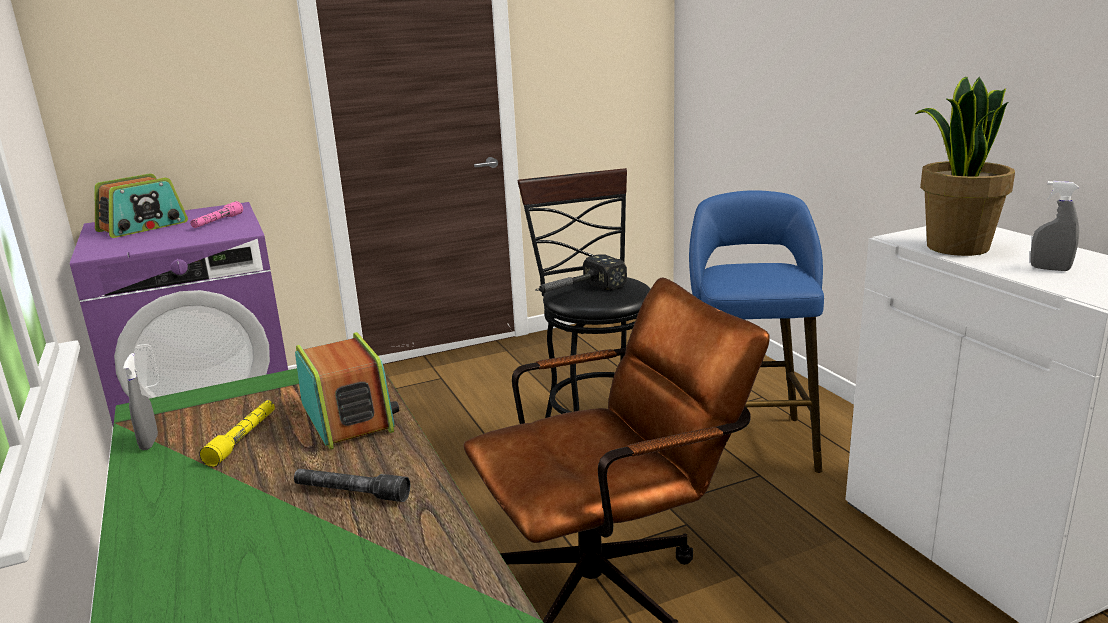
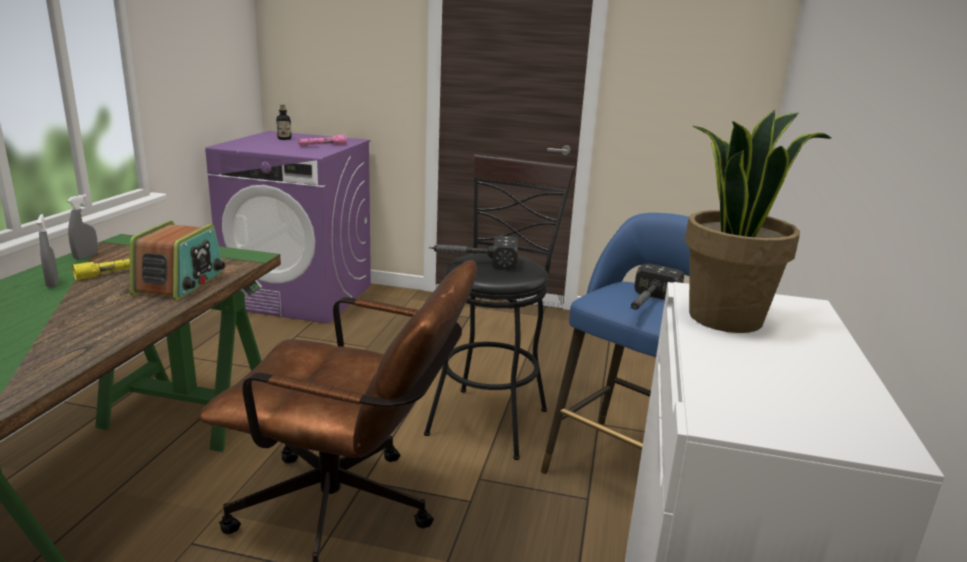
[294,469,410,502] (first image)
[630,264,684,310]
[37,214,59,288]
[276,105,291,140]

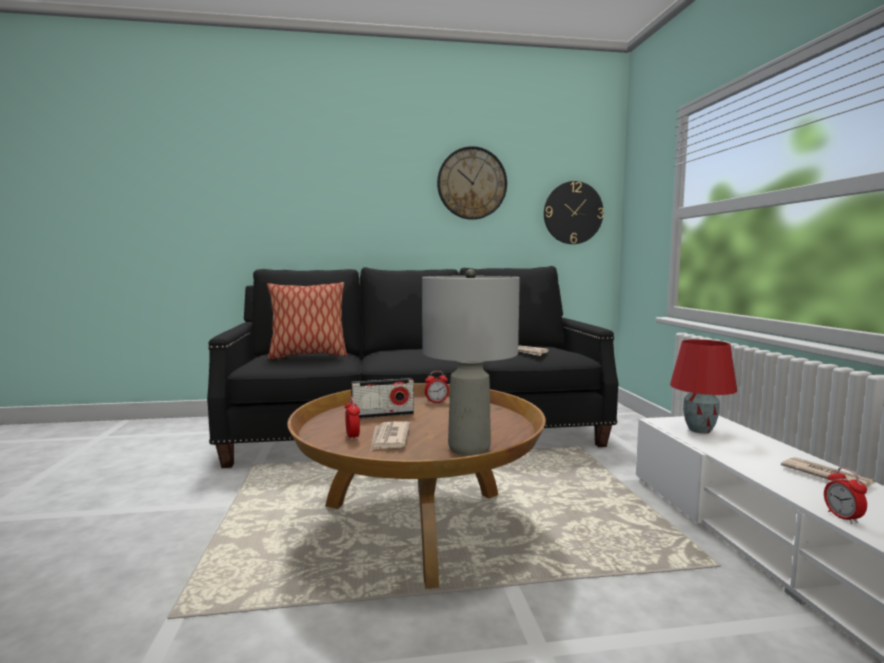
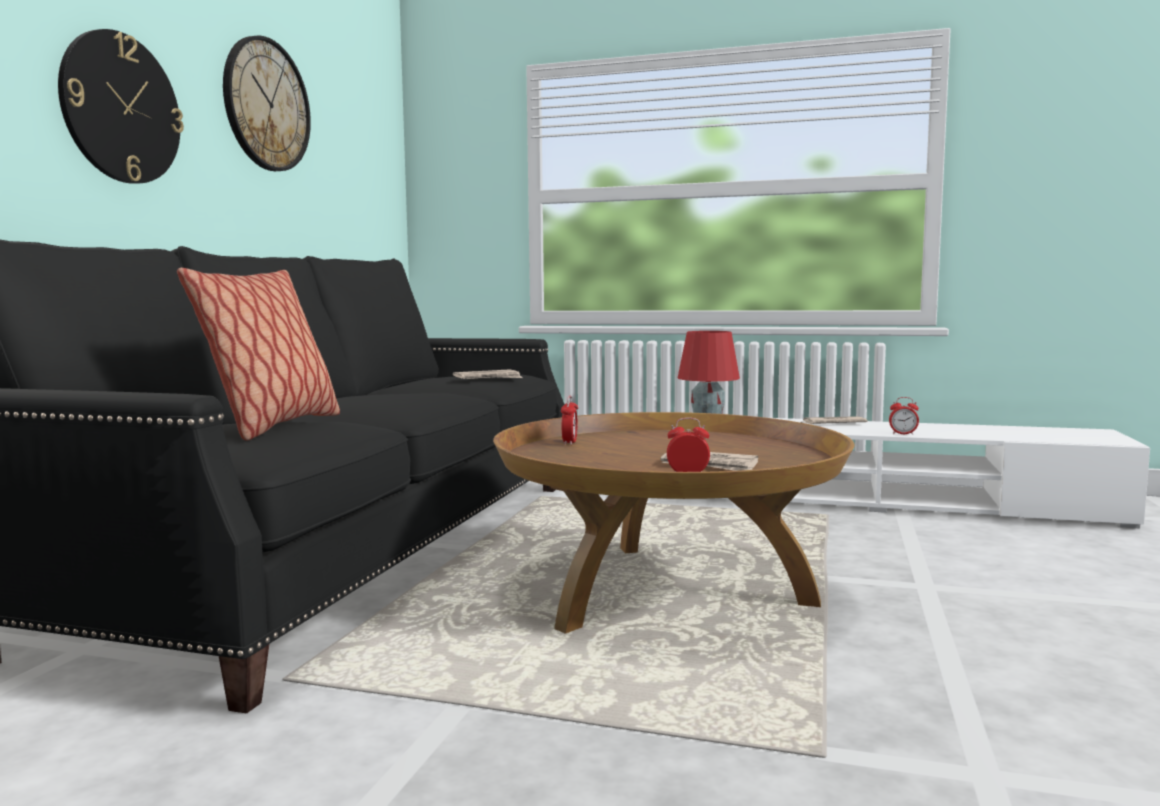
[351,378,414,419] (first image)
[422,269,520,456] (first image)
[58,29,184,184]

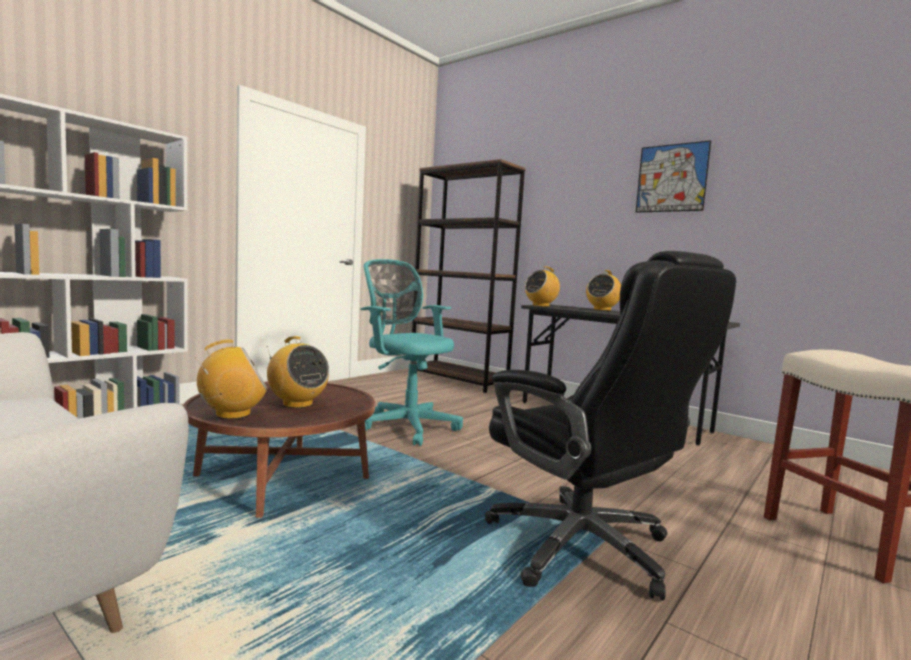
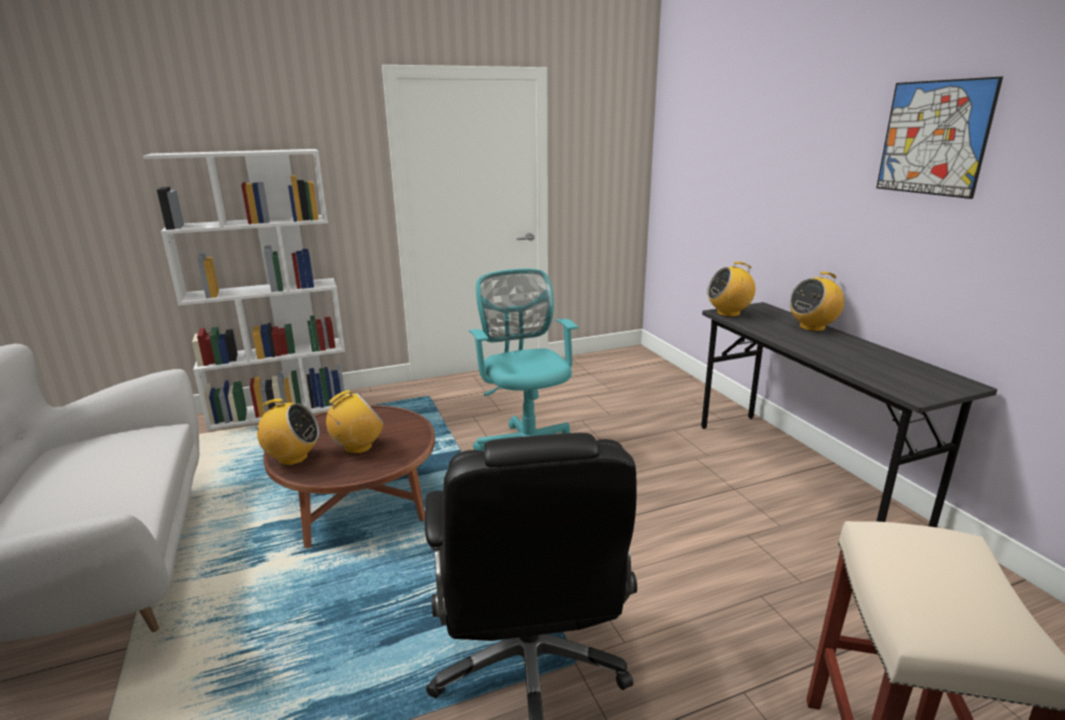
[412,159,526,393] (first image)
[326,390,384,454]

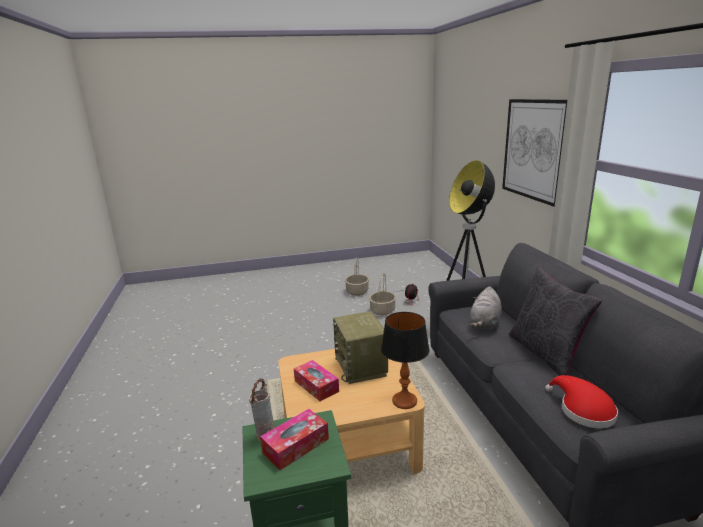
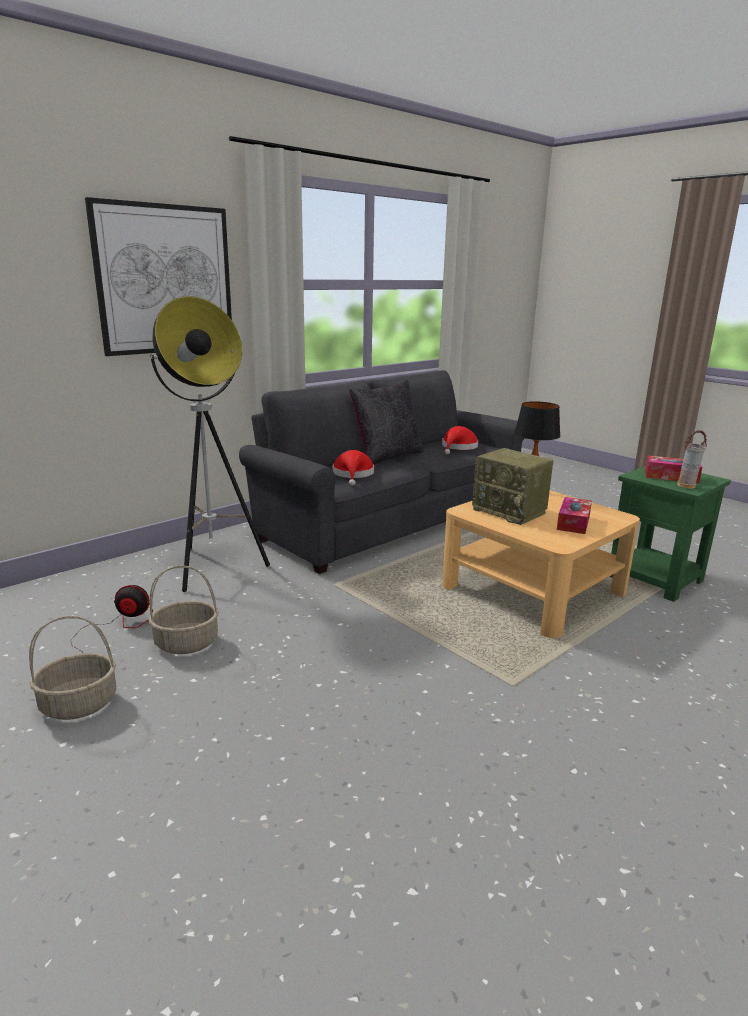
[333,450,374,486]
[472,448,553,525]

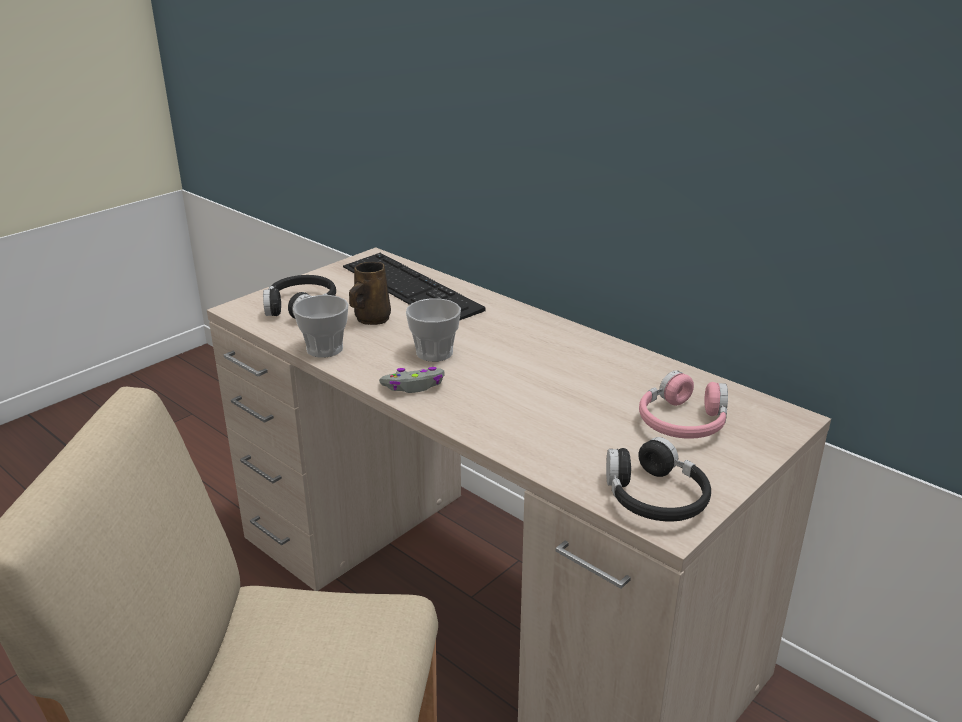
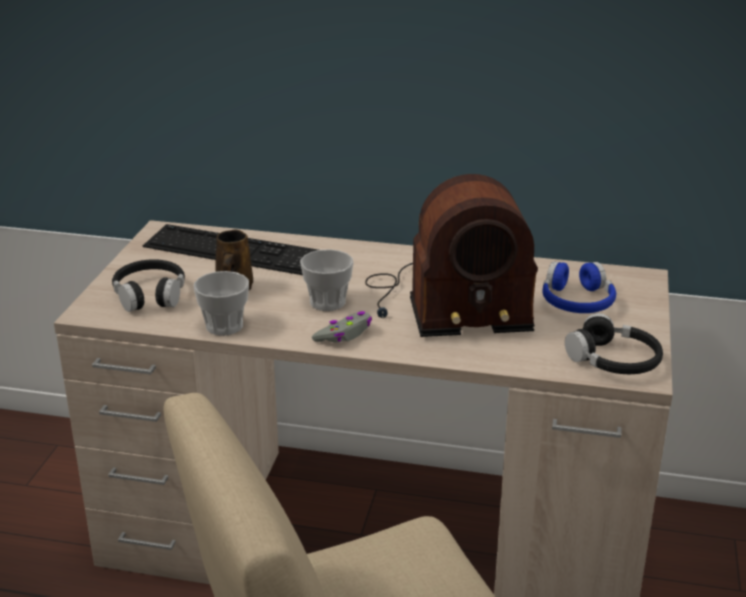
[365,174,538,337]
[542,261,616,313]

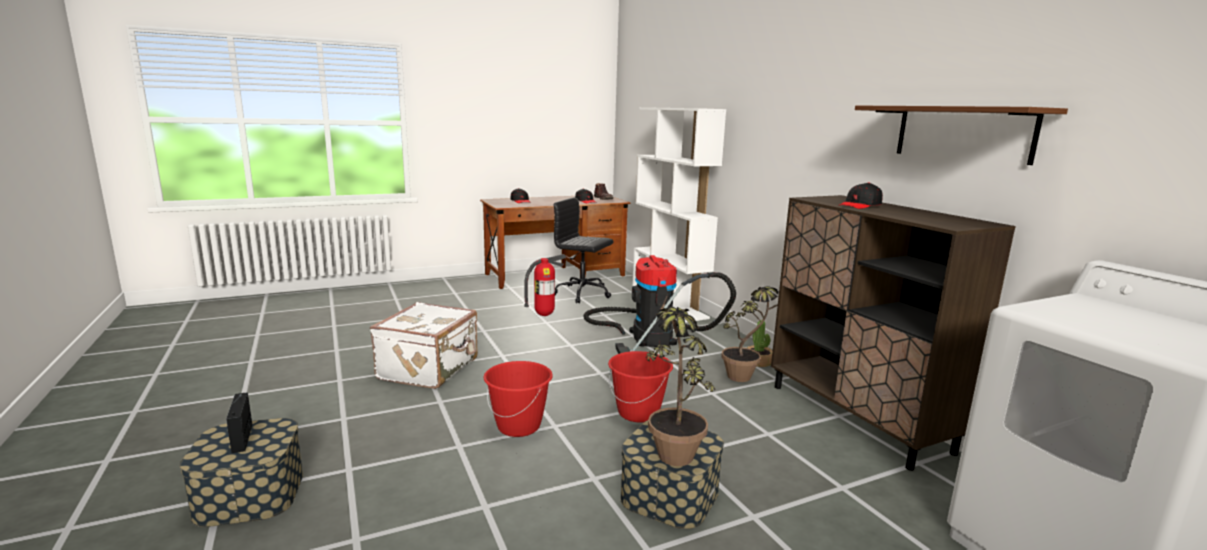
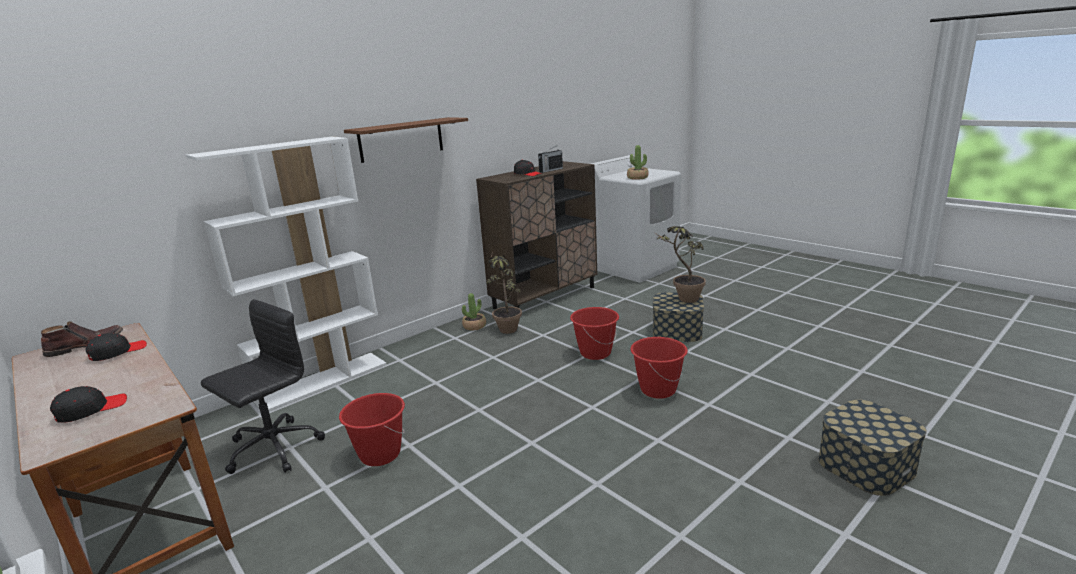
[370,302,478,389] (first image)
[584,255,736,354] (first image)
[627,145,649,180]
[538,146,563,173]
[344,117,468,163]
[339,393,405,466]
[201,299,325,474]

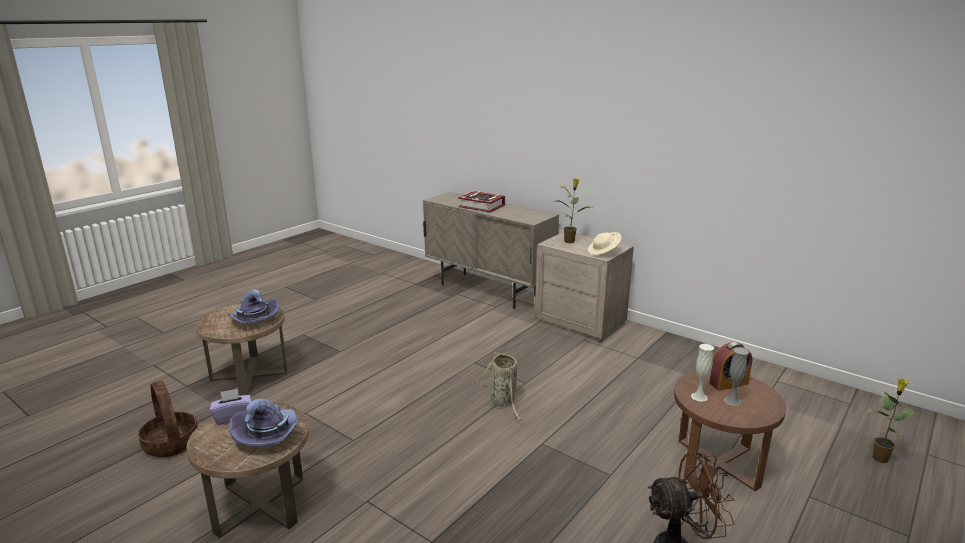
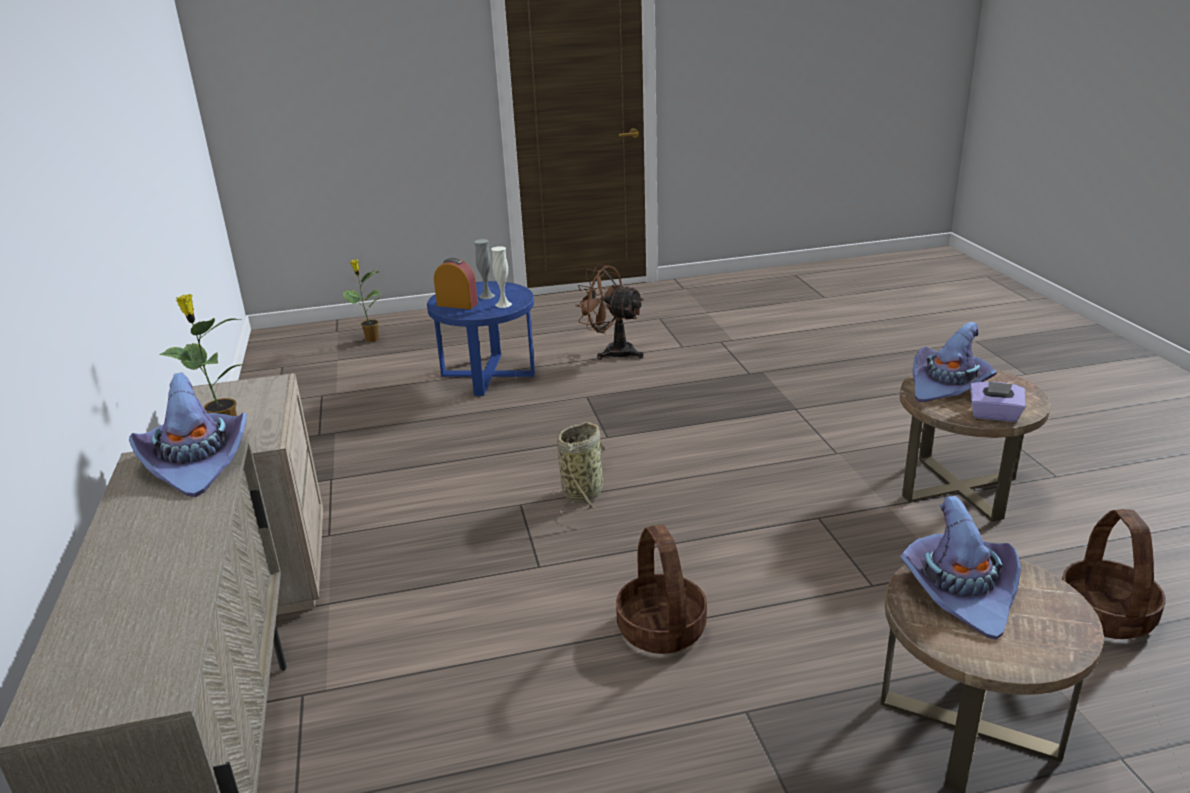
[458,191,505,213] (first image)
[588,232,622,255] (first image)
[129,372,247,497]
[616,524,707,654]
[427,281,535,396]

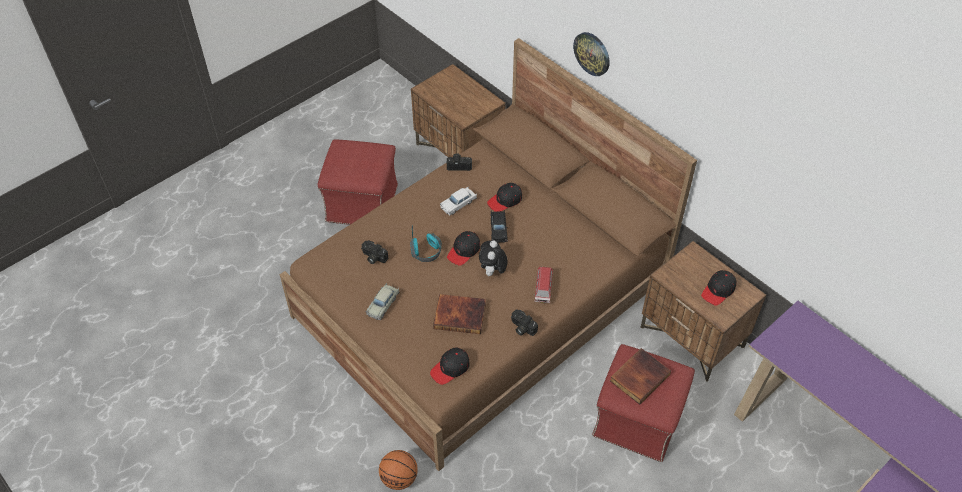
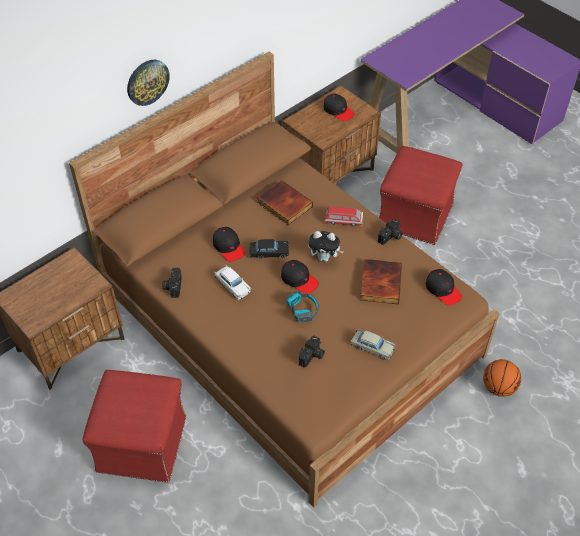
[257,180,313,225]

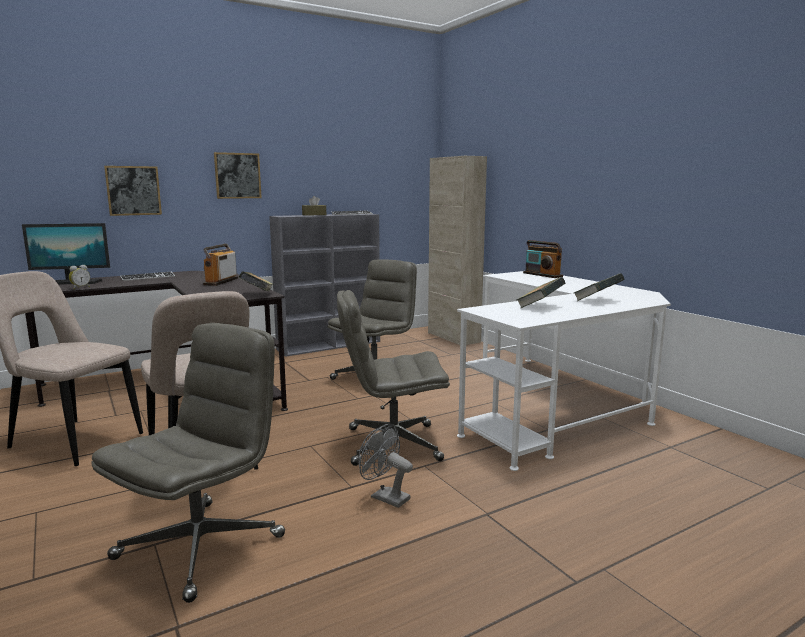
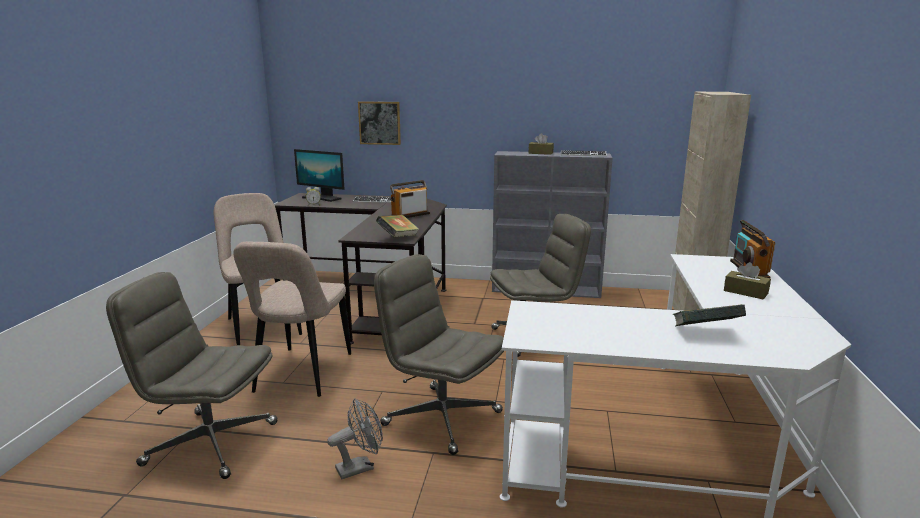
[214,152,262,199] (first image)
[516,277,566,308] (first image)
[724,262,771,299]
[106,272,278,479]
[327,398,383,479]

